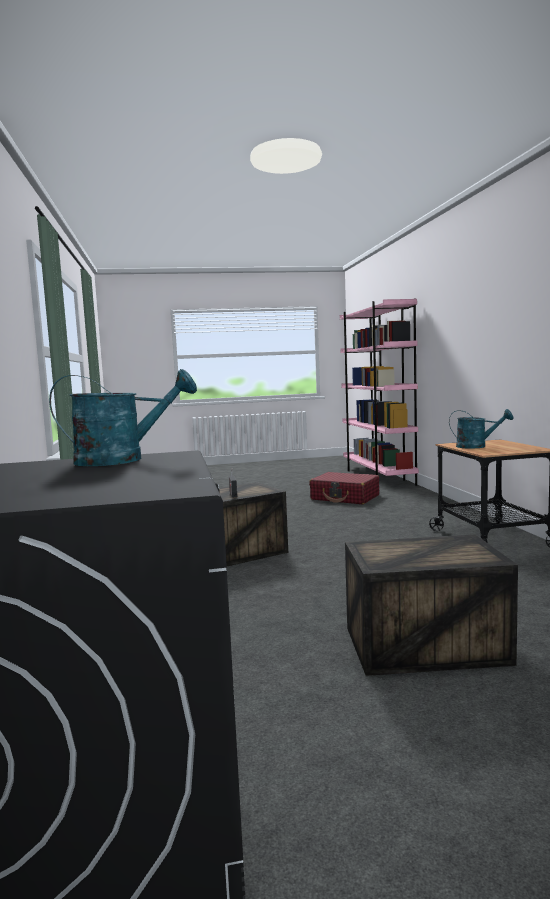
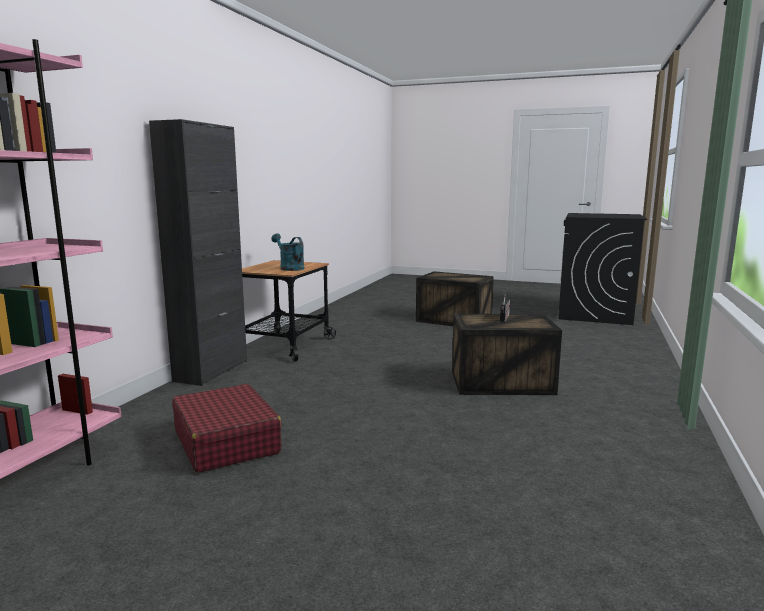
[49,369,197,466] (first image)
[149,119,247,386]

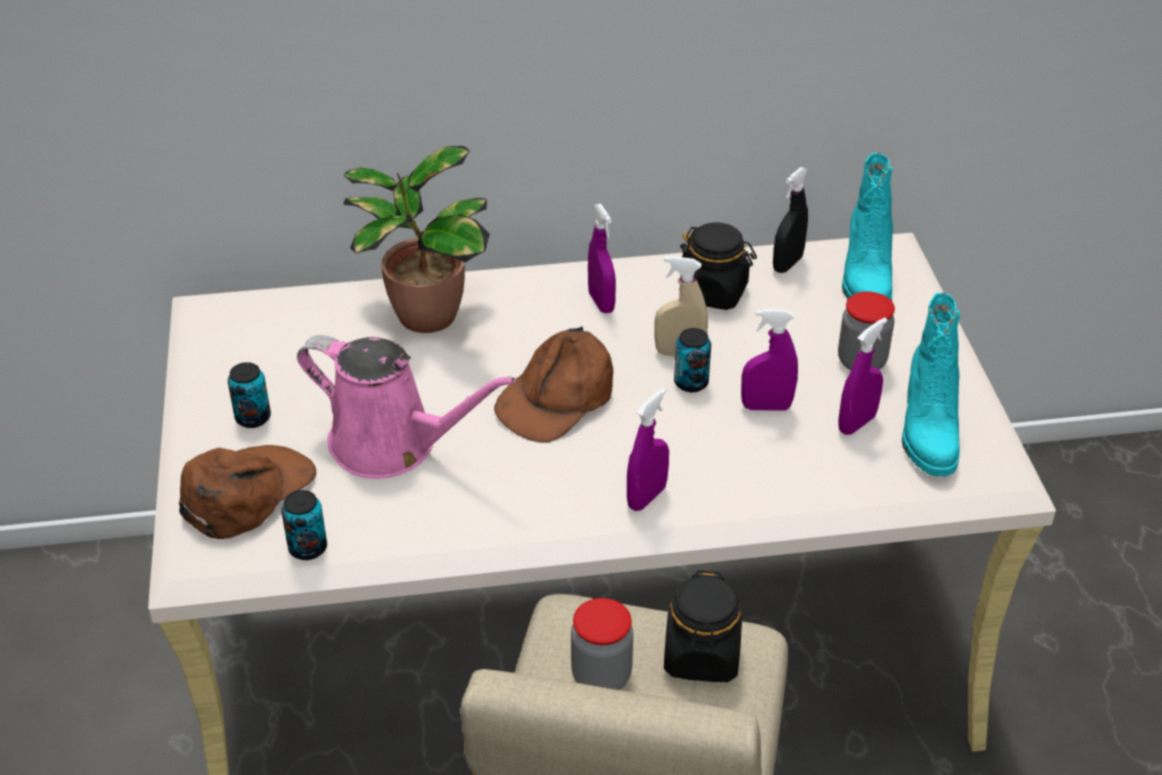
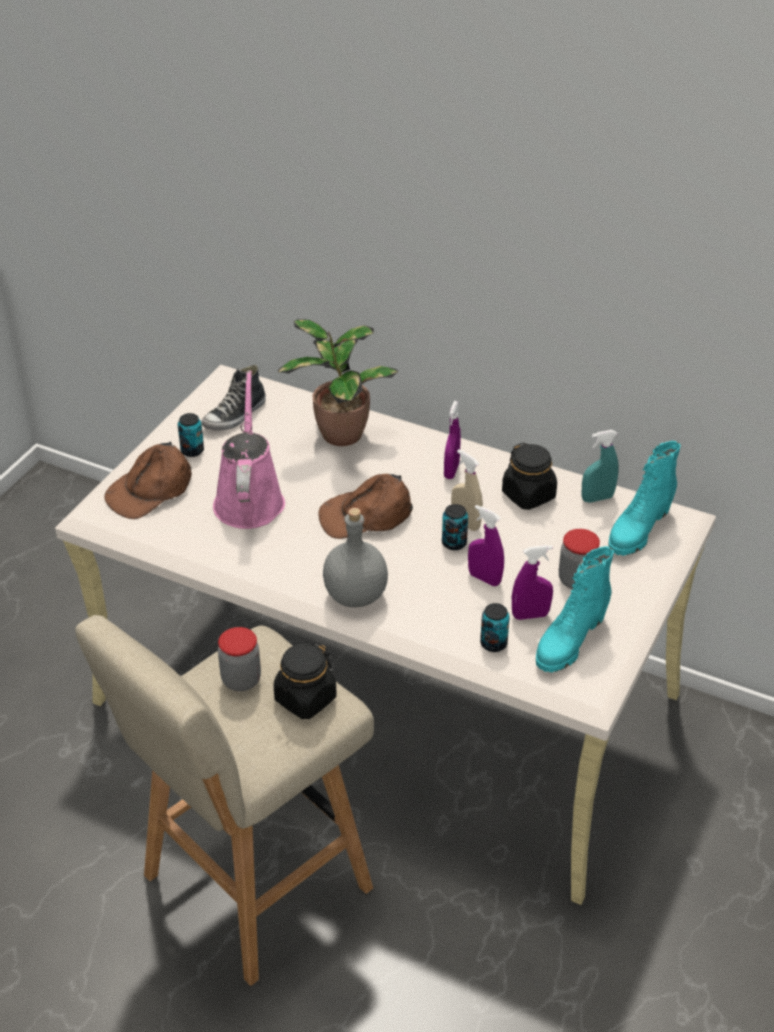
[202,365,266,430]
[480,603,510,652]
[323,508,388,607]
[582,430,619,503]
[104,442,192,519]
[213,370,285,529]

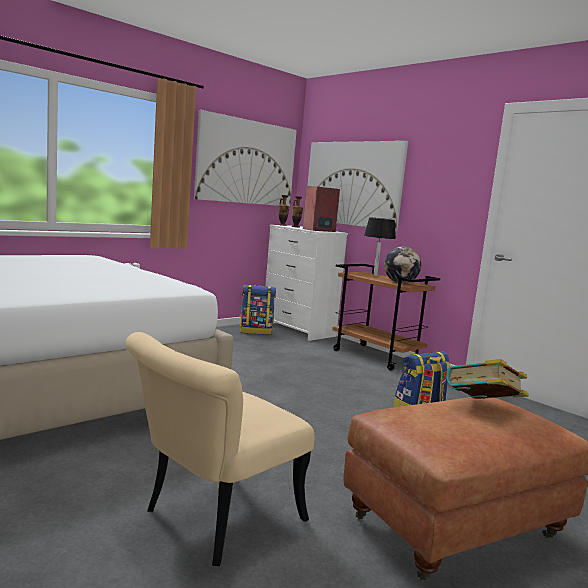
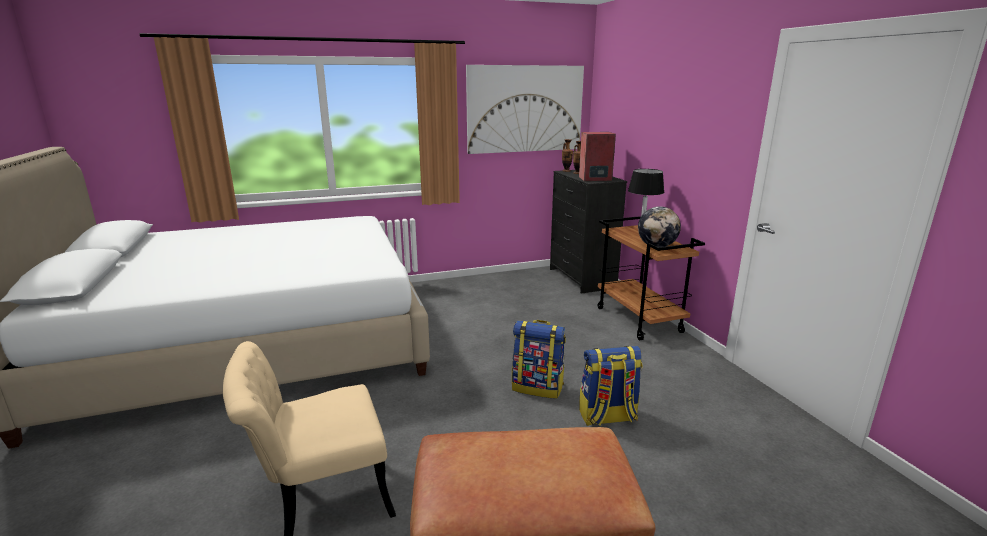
[307,141,408,231] (first image)
[446,359,529,399] (first image)
[512,320,566,399]
[550,170,627,294]

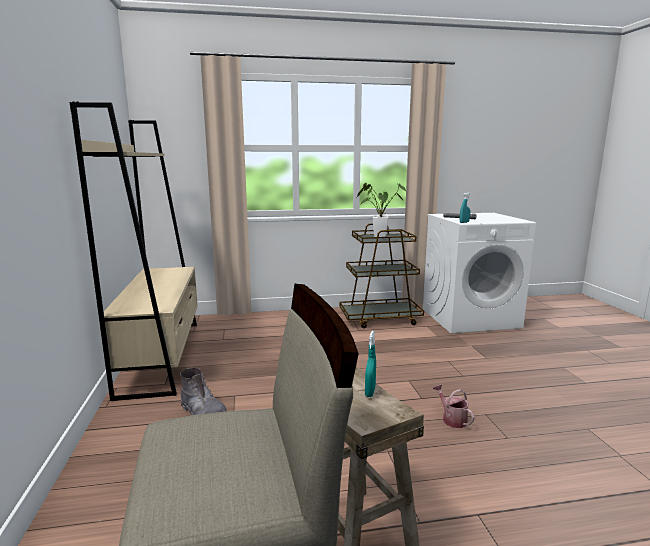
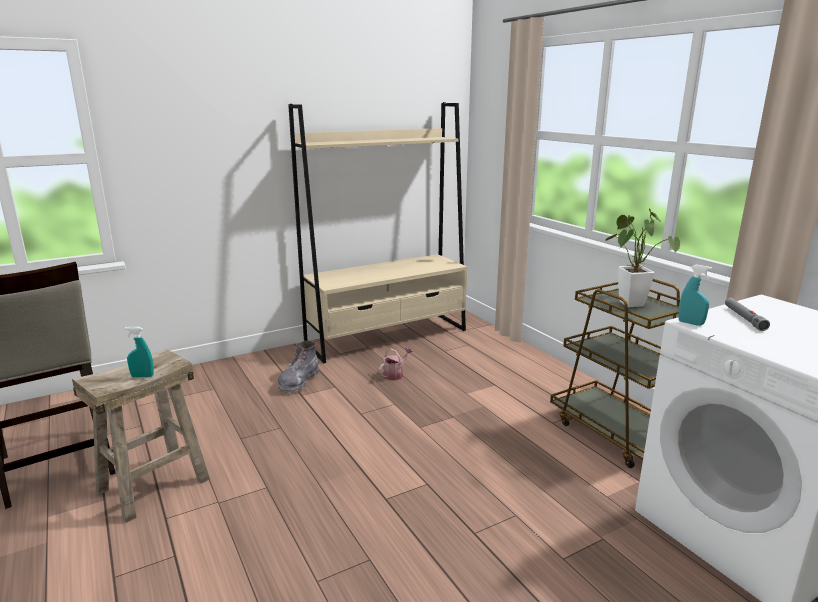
[379,347,413,381]

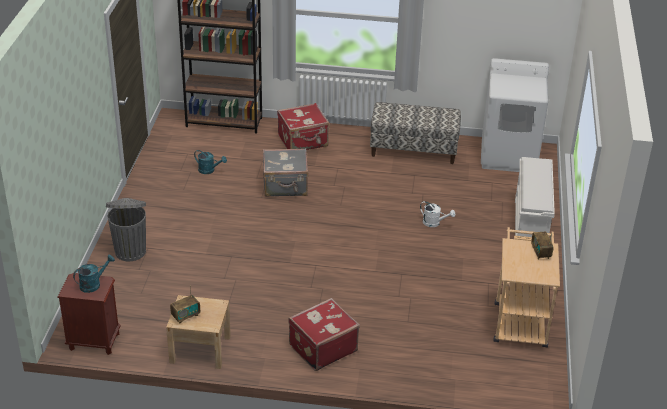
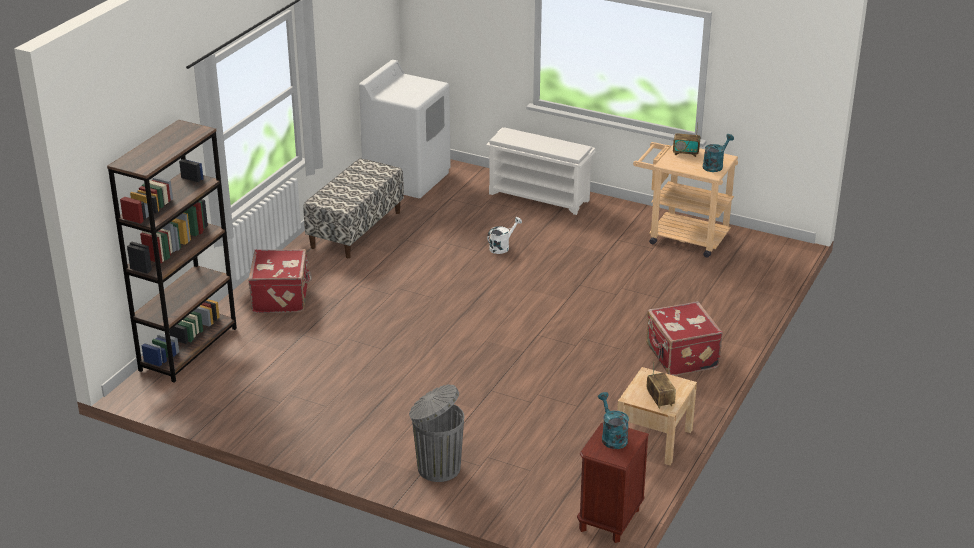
[263,148,308,197] (first image)
[703,134,734,172]

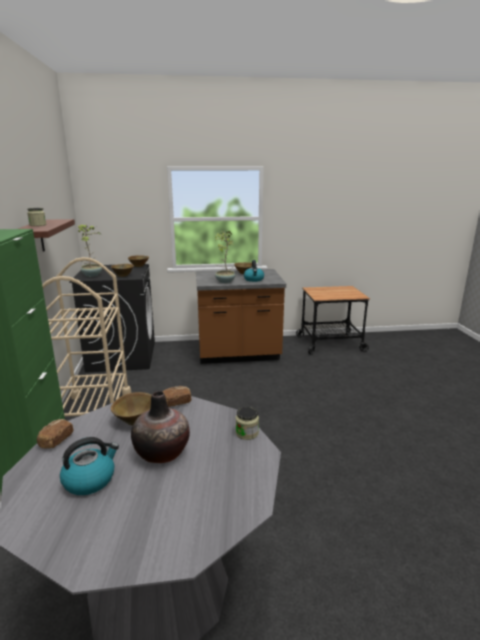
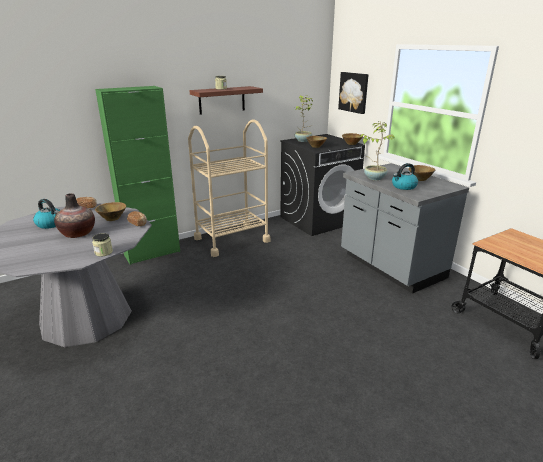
[338,72,369,114]
[341,163,469,294]

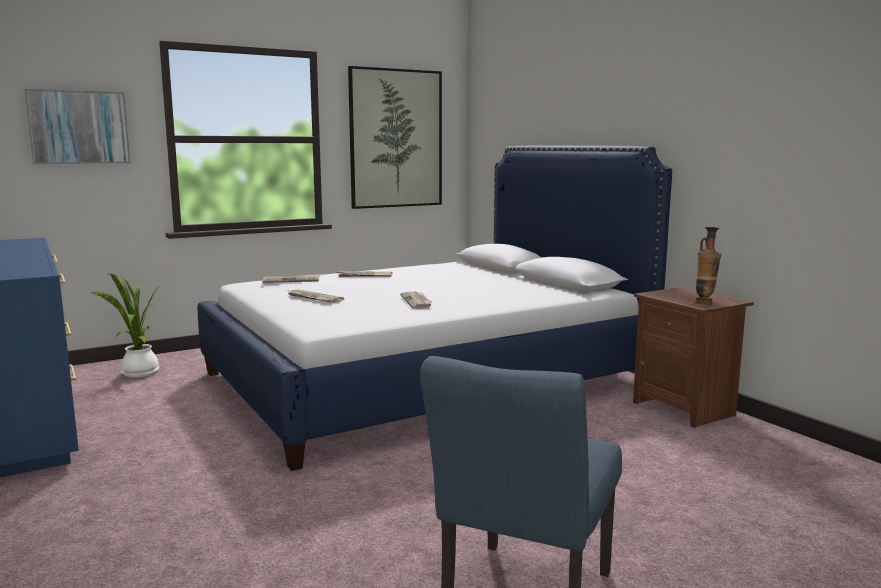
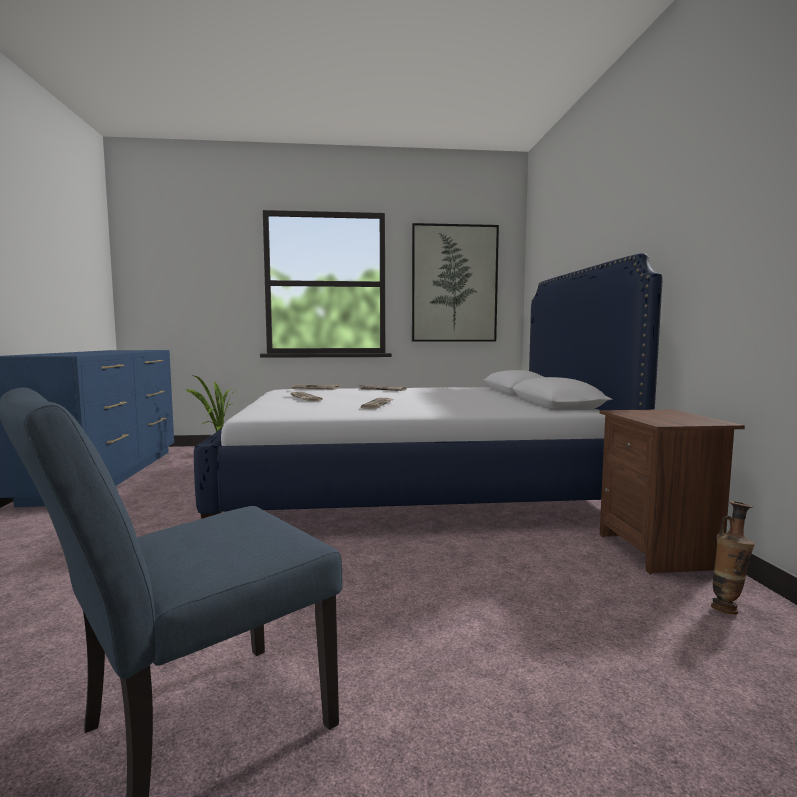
[25,89,130,164] (first image)
[711,501,755,615]

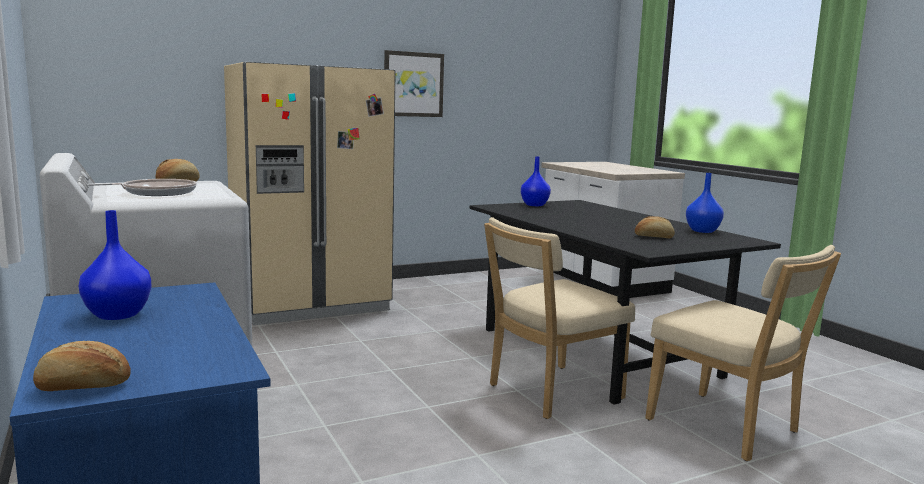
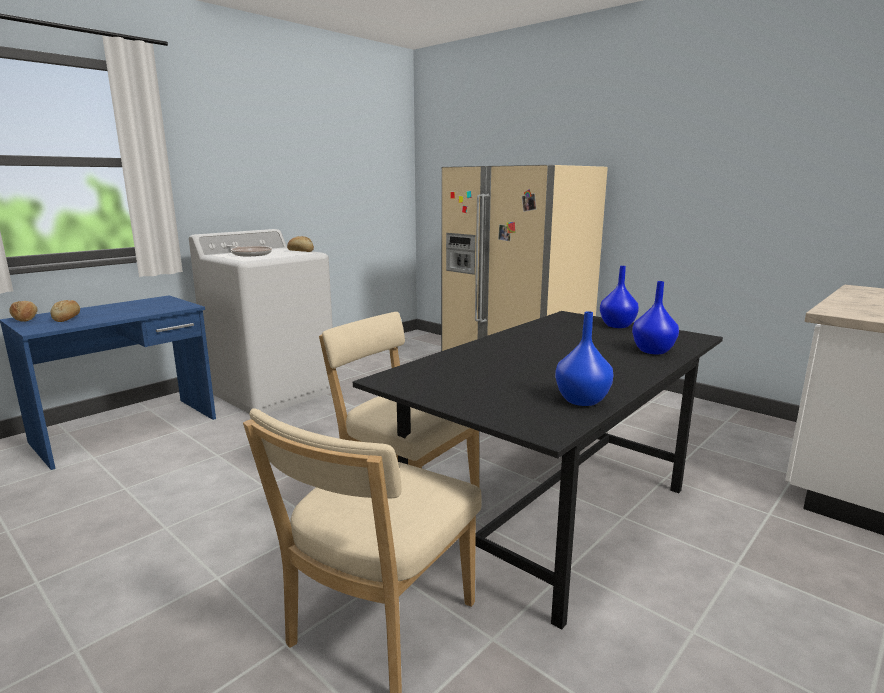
[384,50,444,117] (first image)
[632,281,679,354]
[50,300,80,322]

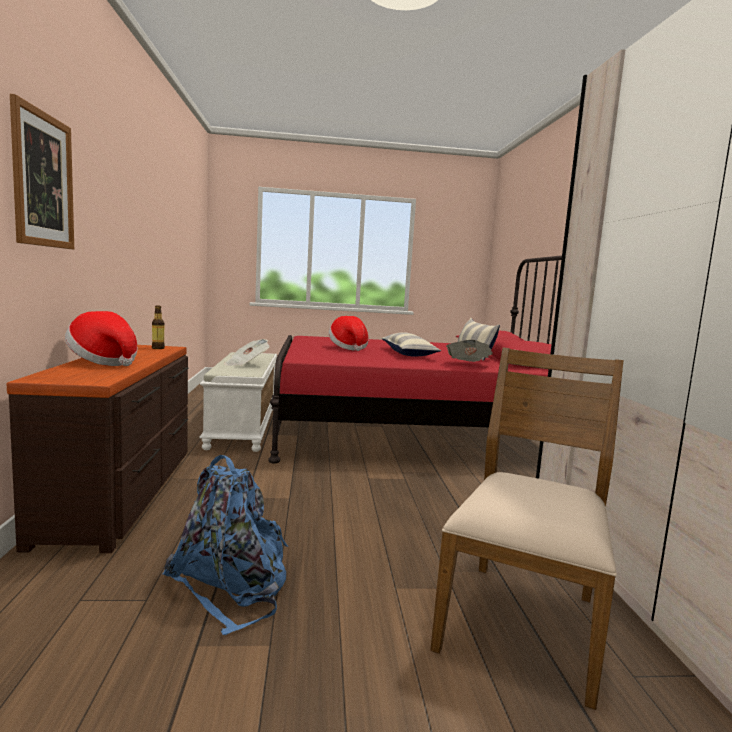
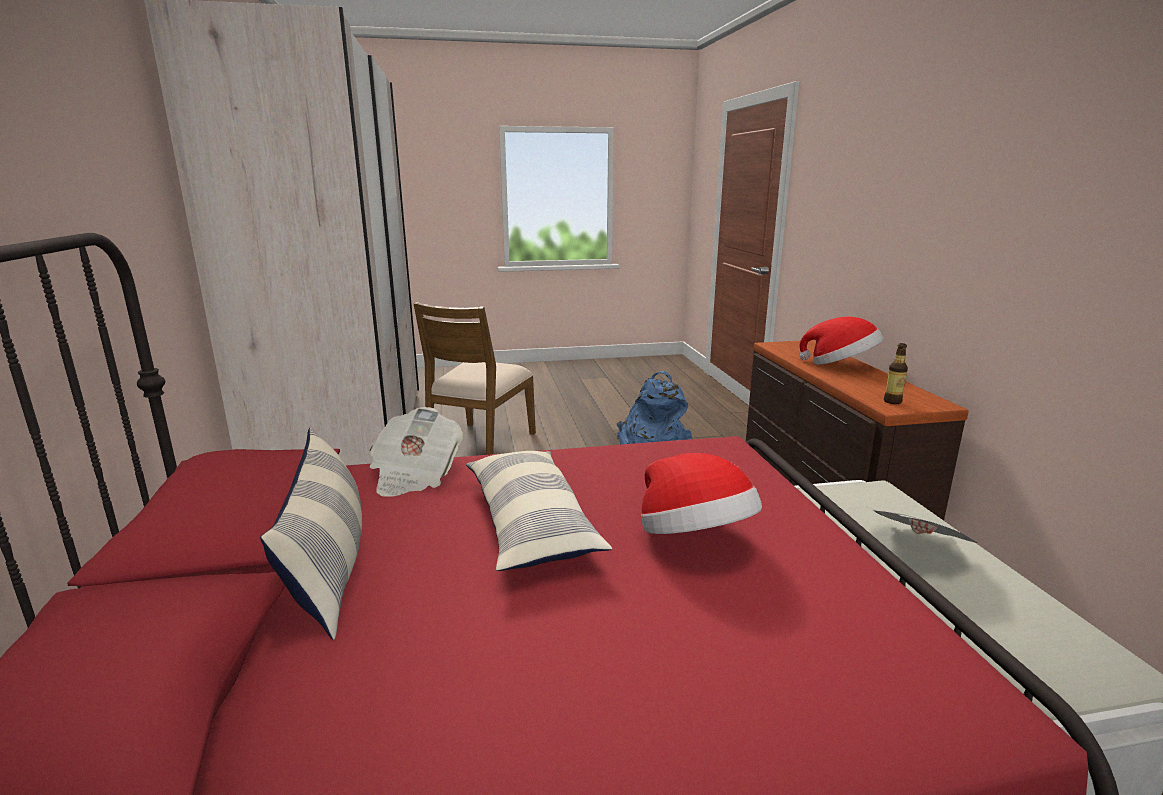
[10,94,74,249] (first image)

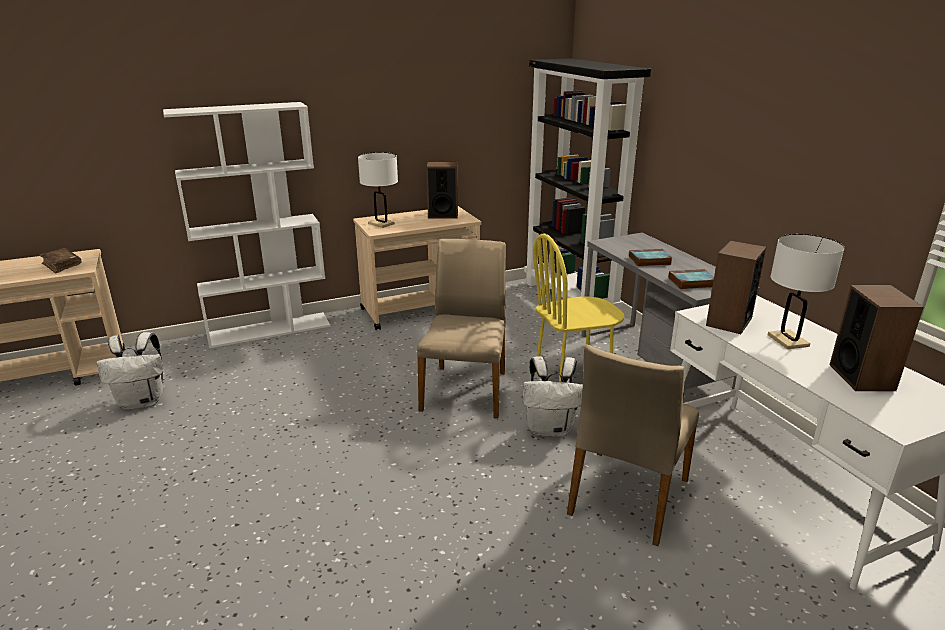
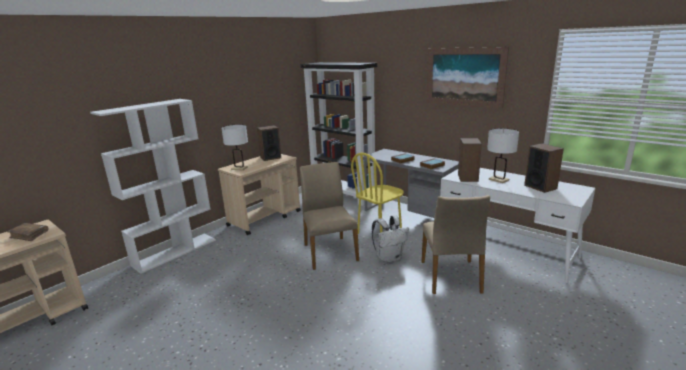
[96,332,163,410] (first image)
[426,47,509,109]

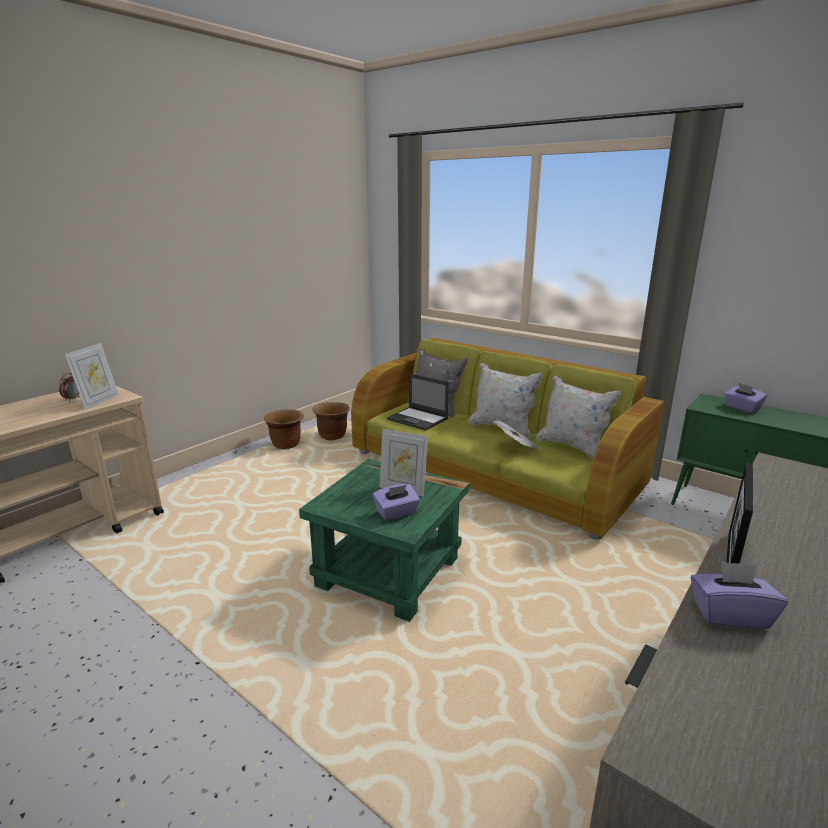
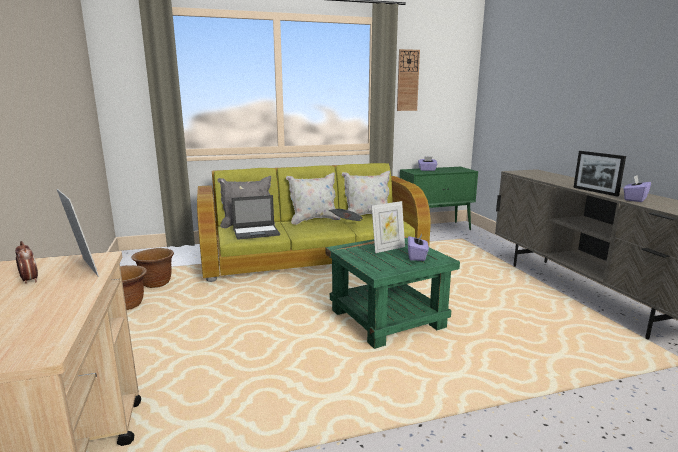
[397,49,420,111]

